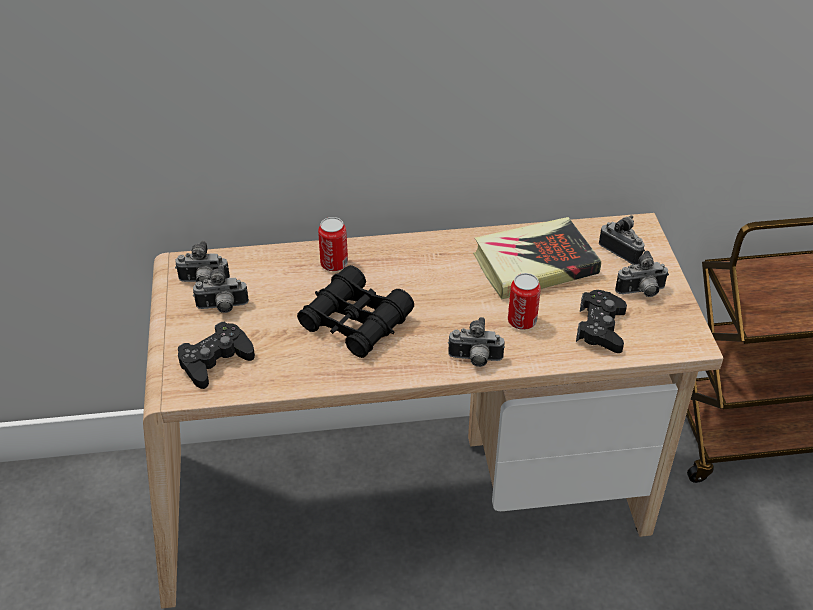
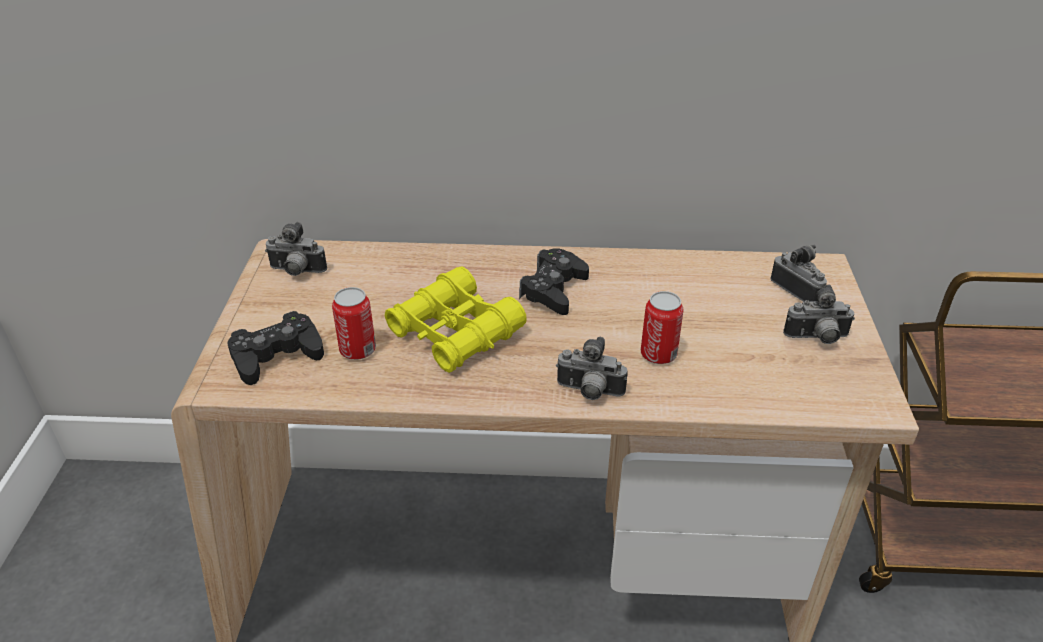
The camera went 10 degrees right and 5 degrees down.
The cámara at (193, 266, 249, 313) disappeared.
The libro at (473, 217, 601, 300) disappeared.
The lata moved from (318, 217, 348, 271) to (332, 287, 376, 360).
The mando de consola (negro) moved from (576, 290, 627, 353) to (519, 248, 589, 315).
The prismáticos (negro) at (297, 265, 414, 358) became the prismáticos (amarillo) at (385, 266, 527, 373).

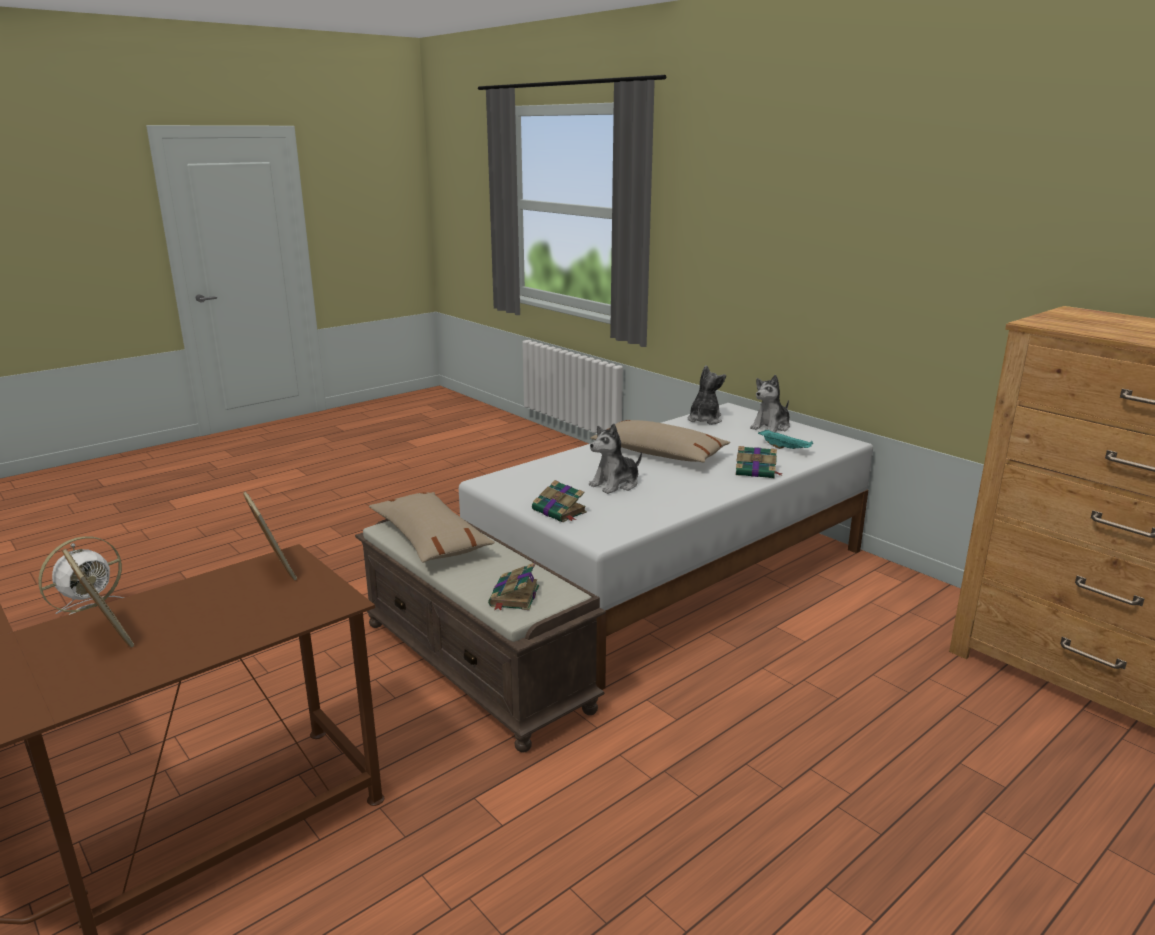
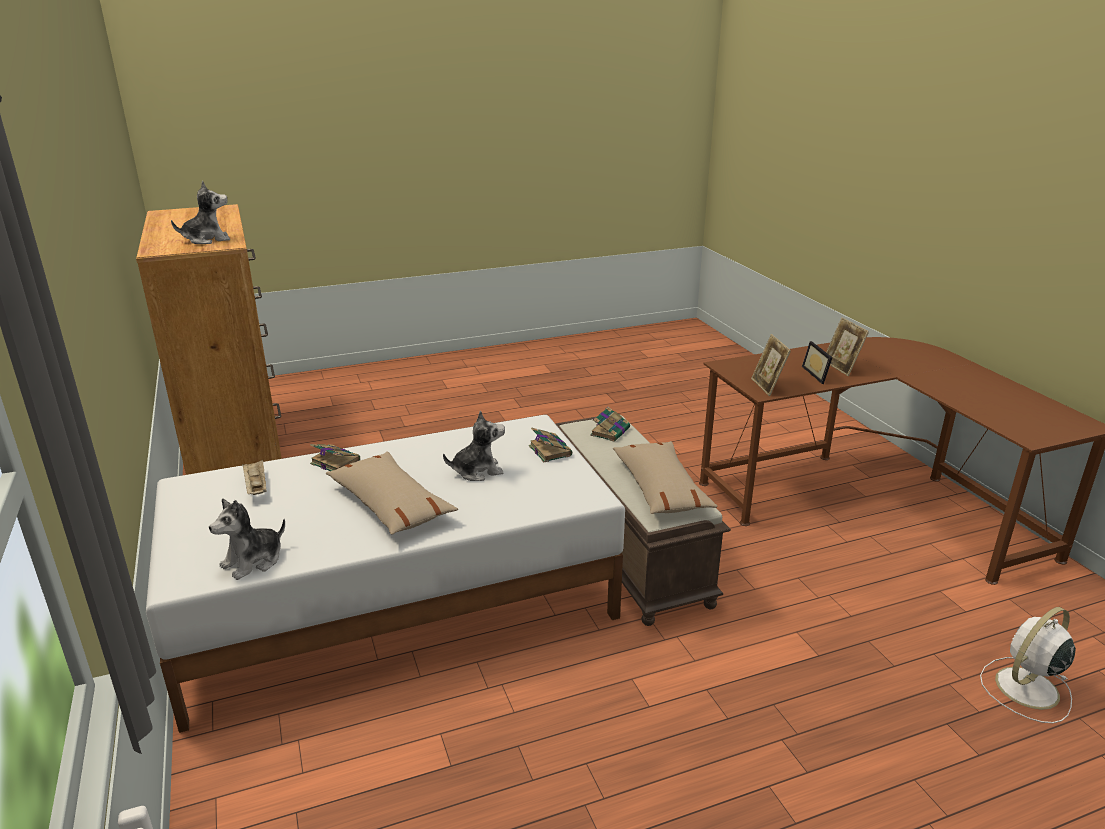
The camera went 160 degrees left and 5 degrees up.
The portarretratos at (802, 341, 833, 384) appeared.
The peluche moved from (750, 375, 790, 432) to (171, 181, 230, 244).
The bandeja (turquesa) at (758, 430, 813, 449) became the bandeja (beis) at (242, 460, 266, 495).

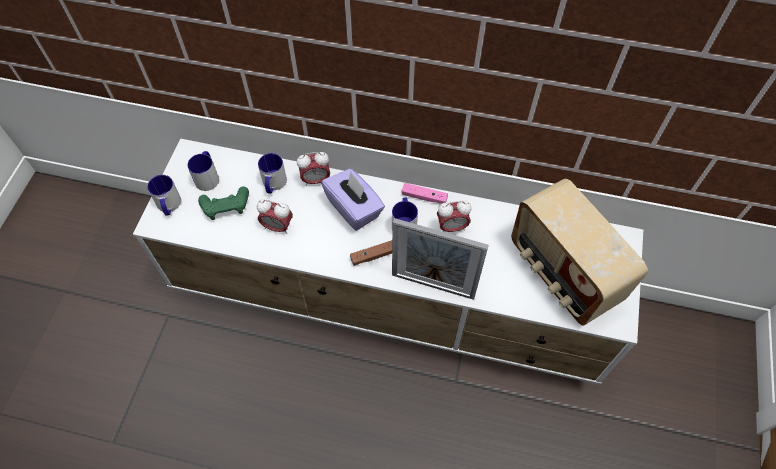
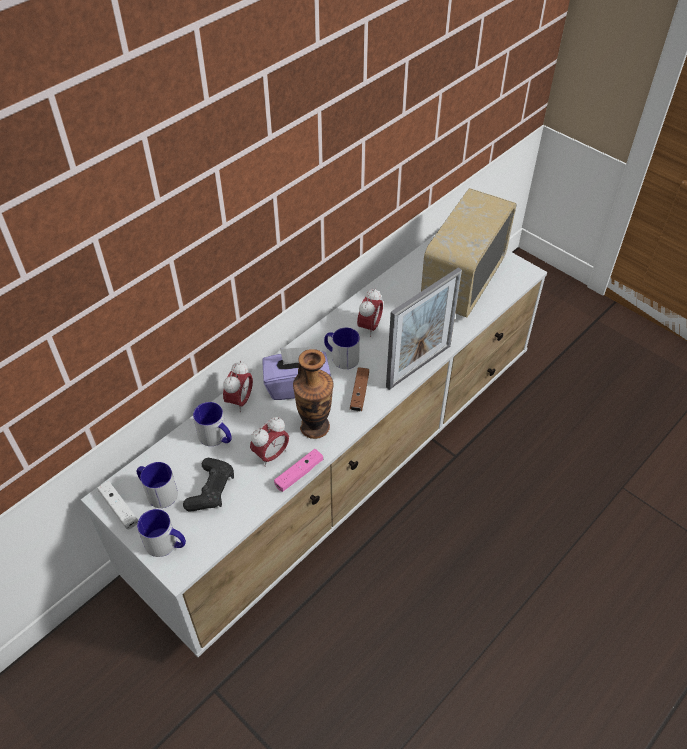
The camera went 60 degrees left and 10 degrees down.
The mando de consola (blanco) at (97, 481, 138, 529) appeared.
The florero at (293, 349, 334, 439) appeared.
The mando de consola (rosa) moved from (402, 183, 448, 204) to (274, 449, 323, 492).
The mando de consola (verde) at (198, 186, 249, 220) became the mando de consola (negro) at (183, 458, 234, 512).
The radio at (511, 179, 648, 326) turned 120 degrees clockwise.

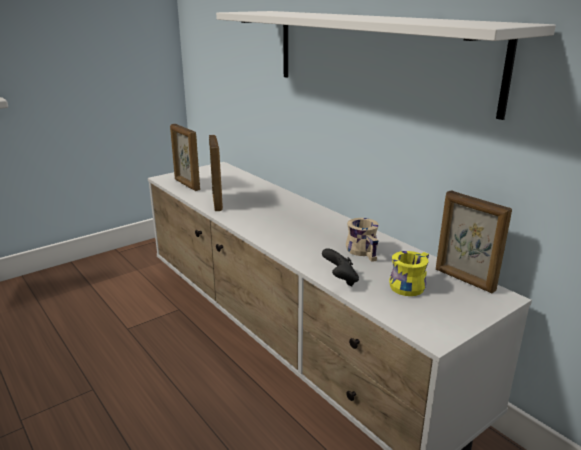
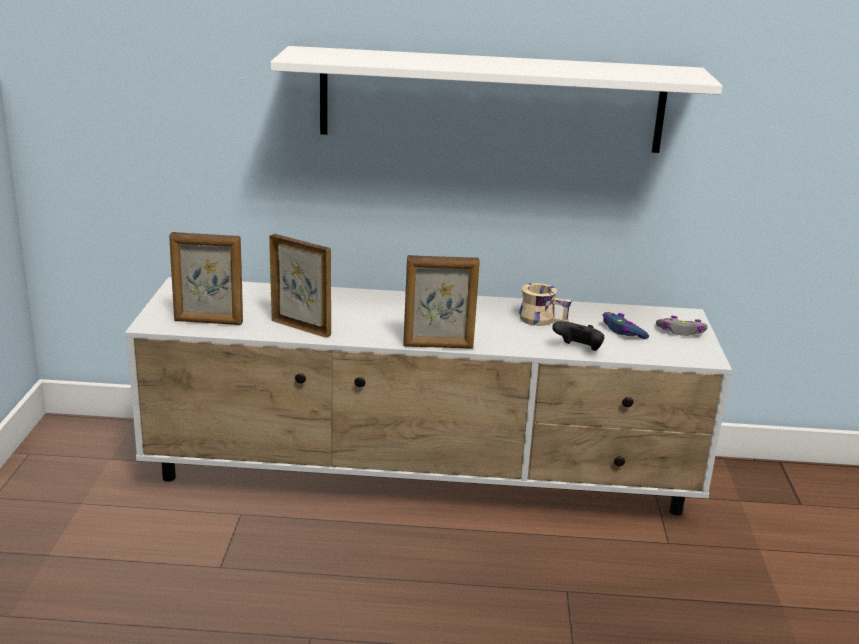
The camera went 50 degrees left and 0 degrees up.
The mando de consola (gris) at (656, 316, 708, 336) appeared.
The portarretratos moved from (436, 191, 512, 293) to (403, 255, 480, 349).
The taza grande (amarillo) at (389, 251, 429, 296) was replaced by the mando de consola (azul) at (603, 312, 649, 339).

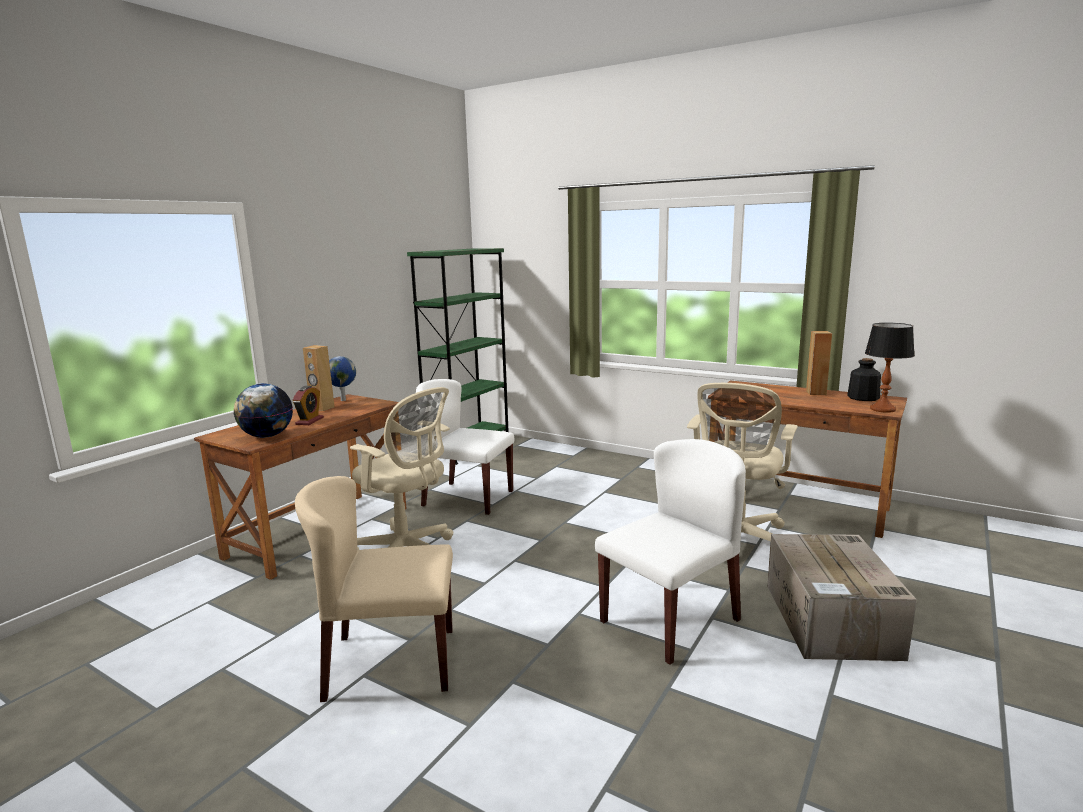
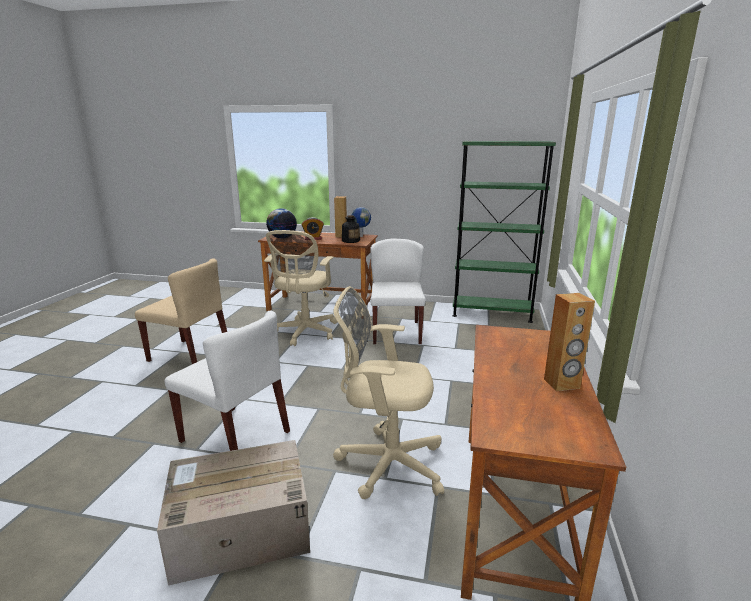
The camera went 70 degrees right and 5 degrees up.
The lámpara de mesa at (865, 323, 915, 413) disappeared.
The botella moved from (847, 358, 881, 401) to (342, 215, 360, 243).
The silla (beis) at (295, 476, 453, 702) turned 135 degrees clockwise.

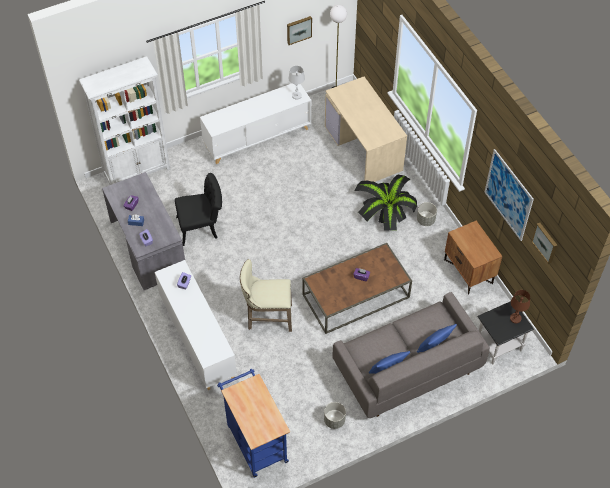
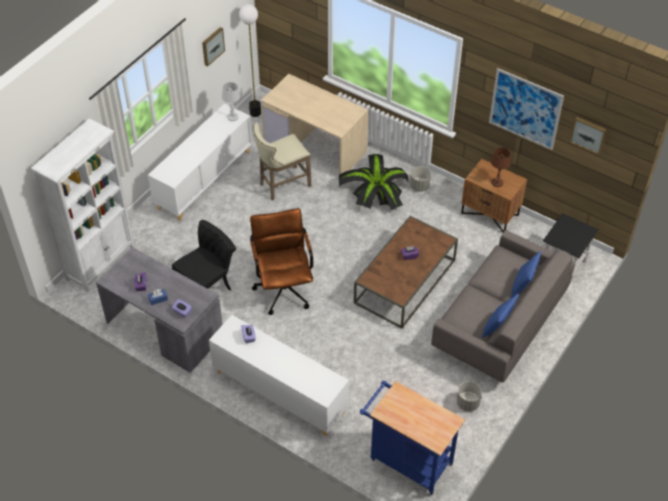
The camera went 30 degrees left and 5 degrees down.
The silla de oficina (marrón) at (250, 208, 313, 315) appeared.
The taburete (beis) moved from (240, 259, 292, 332) to (253, 123, 311, 200).
The lámpara de mesa (marrón) moved from (510, 290, 530, 323) to (491, 147, 511, 187).

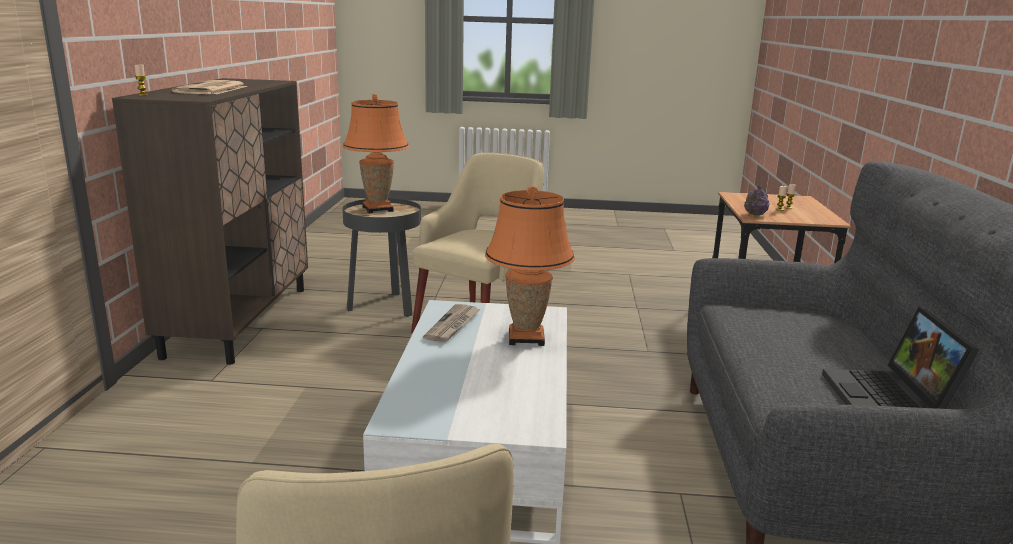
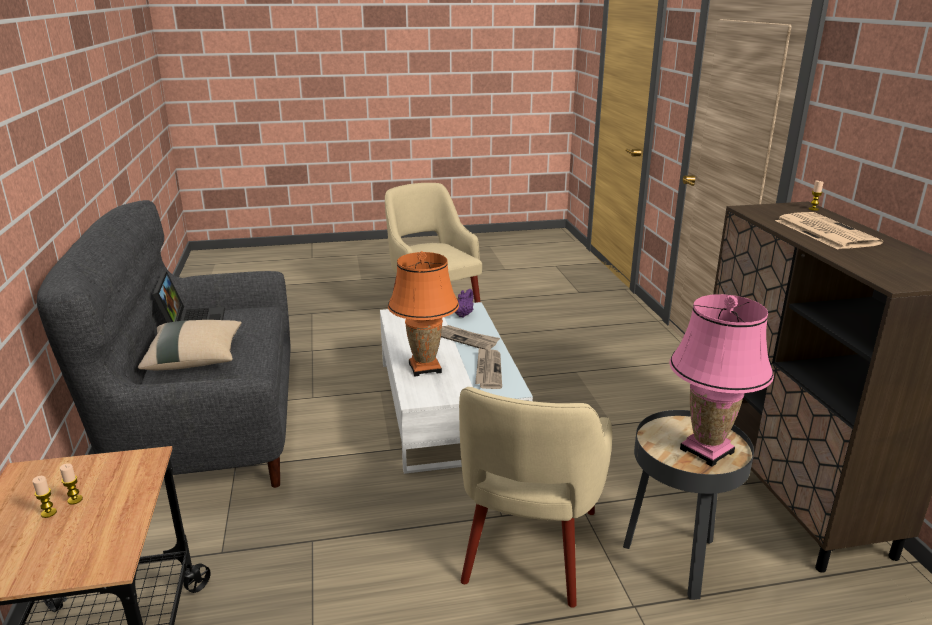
The camera went 165 degrees right and 5 degrees up.
The cojín (beis) at (138, 320, 242, 370) appeared.
The periódico at (441, 325, 500, 349) appeared.
The tetera (morado) moved from (744, 185, 769, 216) to (455, 289, 474, 318).
The lámpara de mesa (naranja) at (343, 94, 409, 213) became the lámpara de mesa (rosa) at (669, 294, 774, 467).

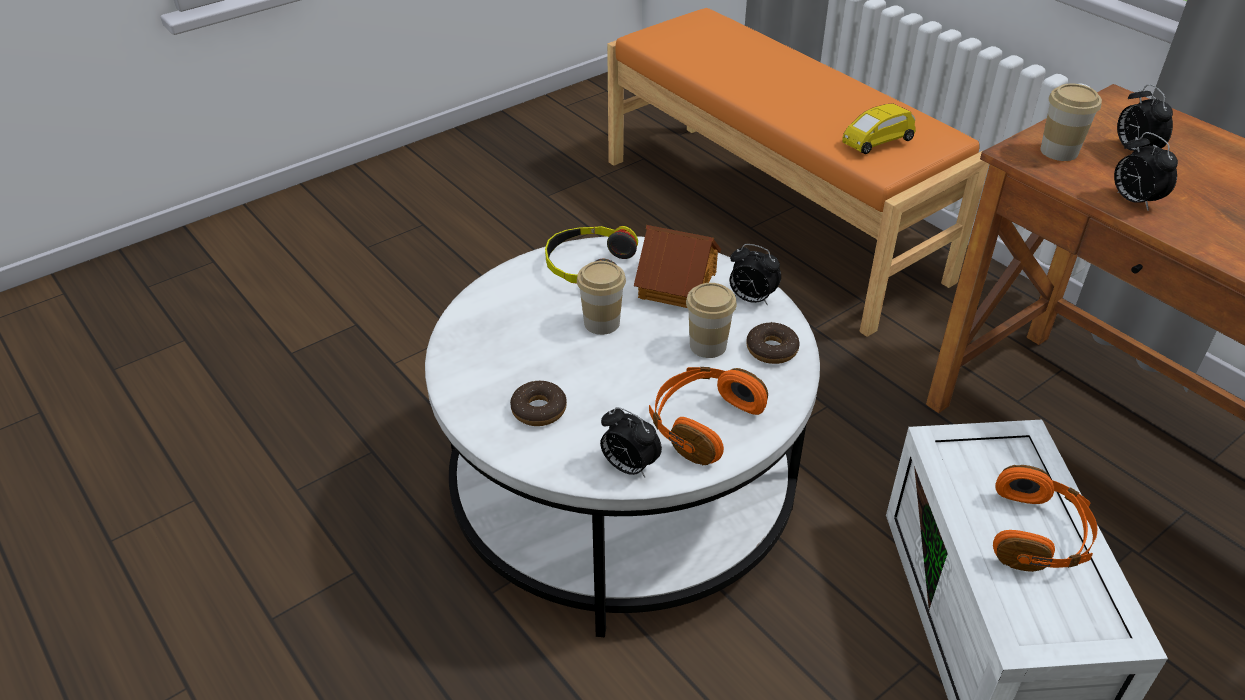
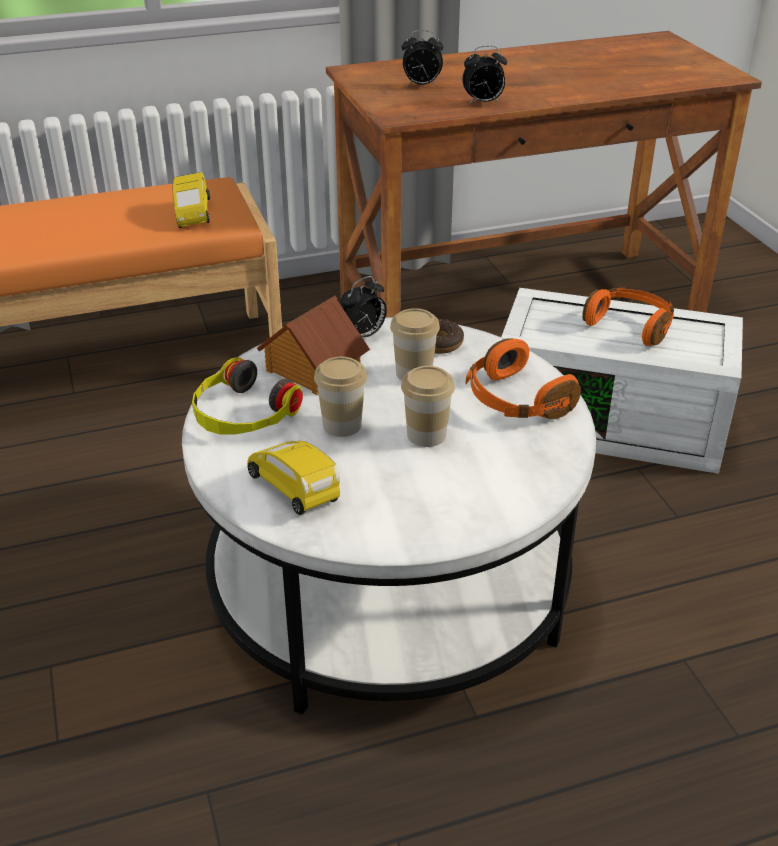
The camera went 70 degrees left and 5 degrees down.
The rosquilla at (510, 381, 567, 426) disappeared.
The despertador at (600, 407, 662, 477) disappeared.
The coche de juguete (amarillo) at (247, 441, 340, 515) appeared.
The taza moved from (1041, 84, 1102, 161) to (401, 366, 455, 447).

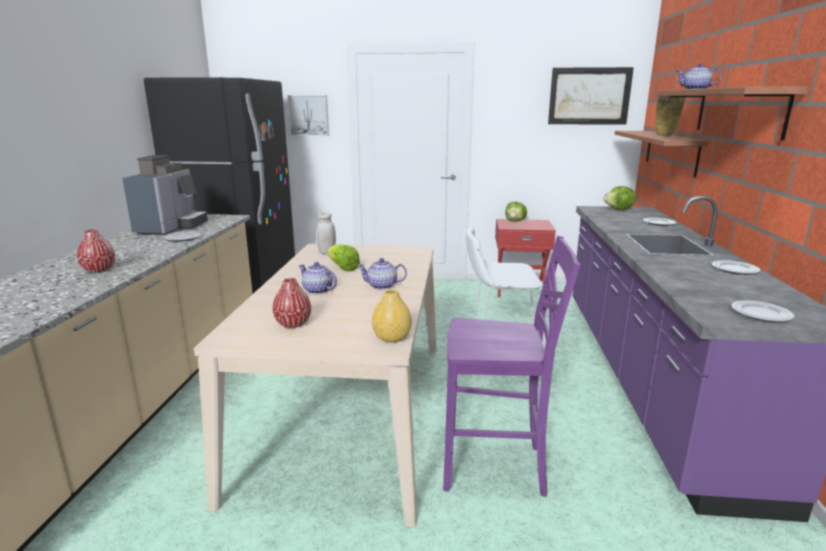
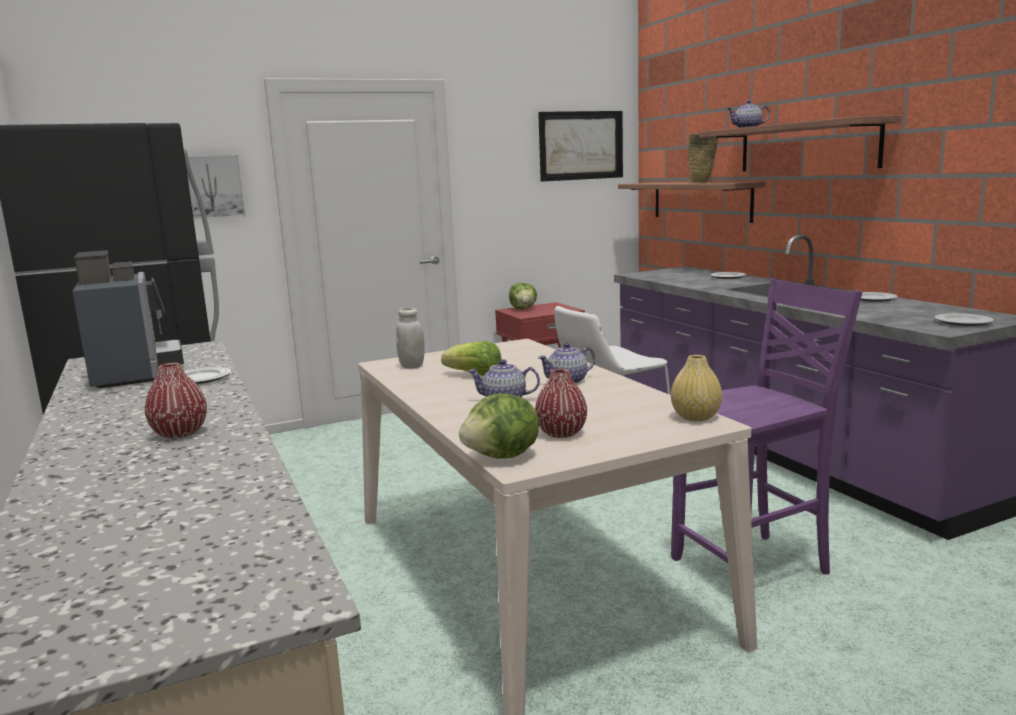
The camera went 30 degrees left and 5 degrees down.
The lechuga moved from (603, 186, 636, 210) to (459, 393, 539, 458).

